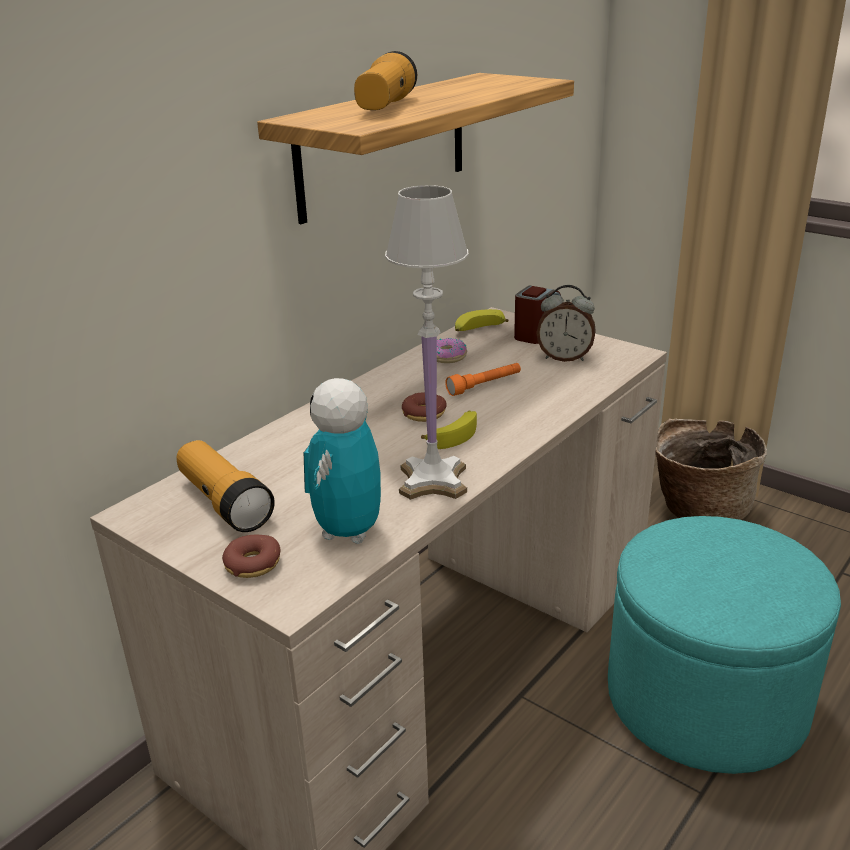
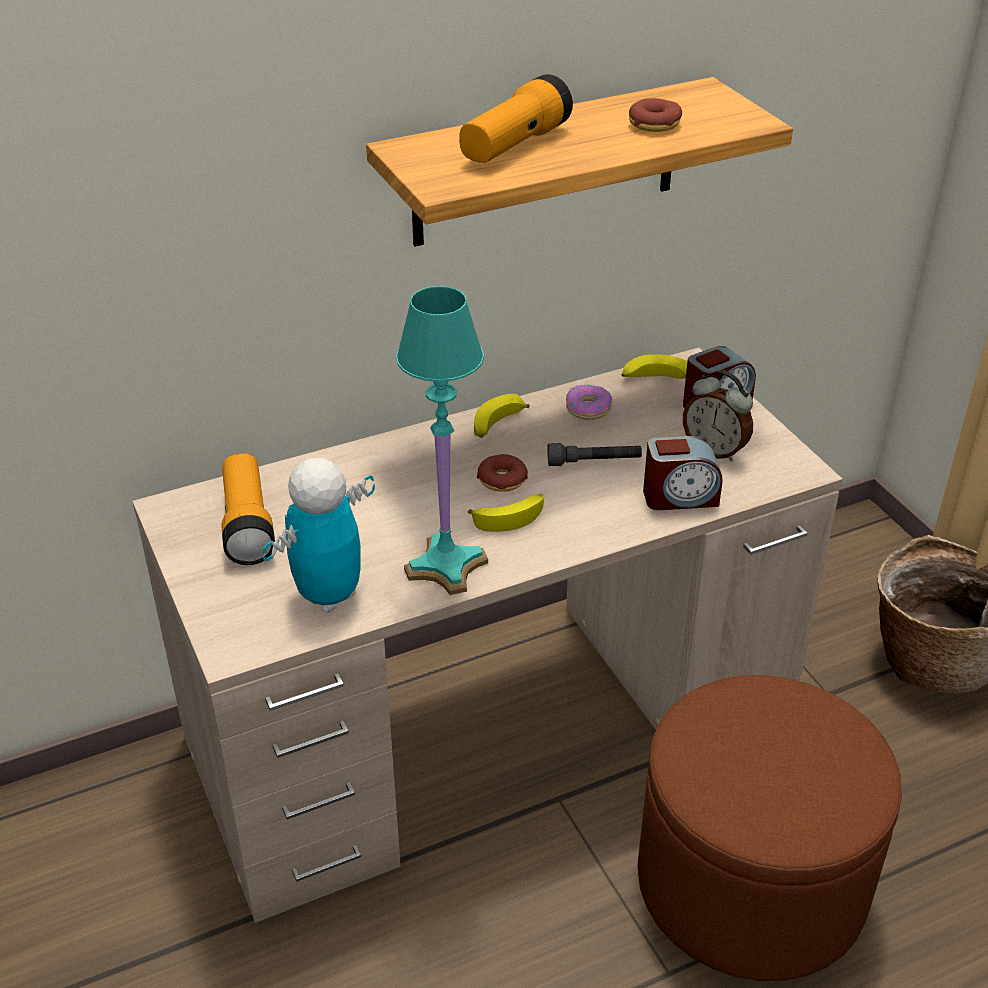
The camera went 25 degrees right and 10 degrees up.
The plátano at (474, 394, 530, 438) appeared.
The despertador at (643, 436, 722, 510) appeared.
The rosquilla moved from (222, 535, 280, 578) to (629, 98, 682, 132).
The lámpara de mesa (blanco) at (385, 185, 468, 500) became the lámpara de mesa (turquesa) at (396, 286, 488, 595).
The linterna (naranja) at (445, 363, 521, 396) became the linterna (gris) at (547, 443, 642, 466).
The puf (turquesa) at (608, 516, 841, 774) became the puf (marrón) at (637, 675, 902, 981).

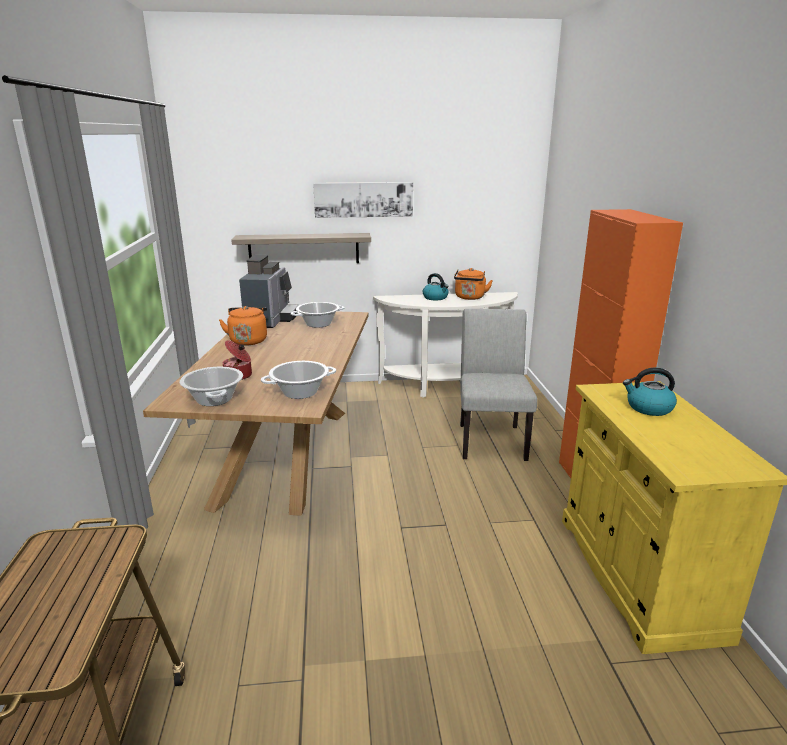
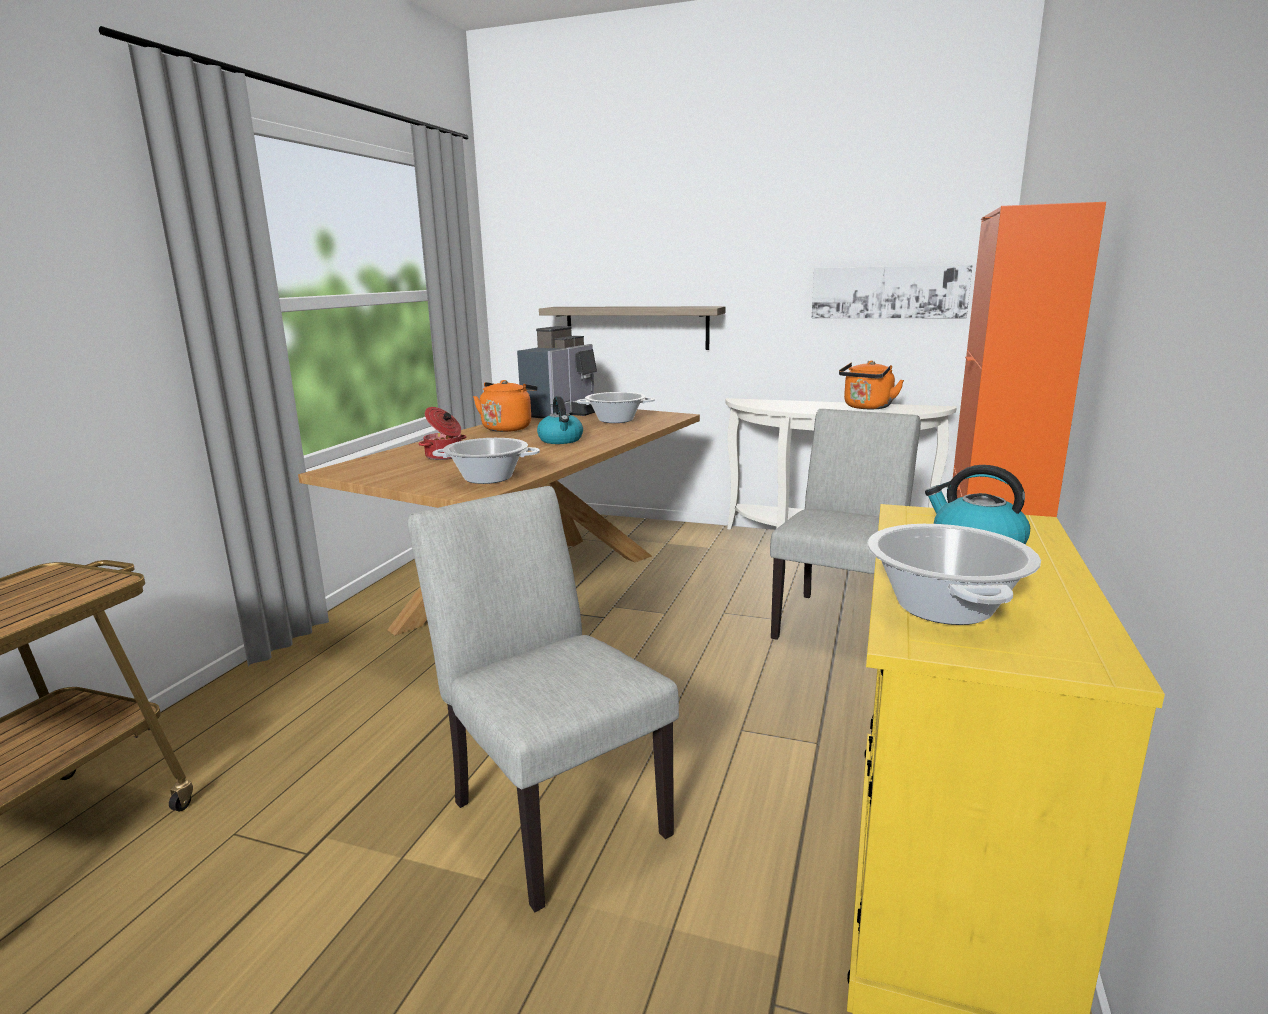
The camera went 25 degrees right and 5 degrees down.
The silla (gris) at (408, 486, 679, 912) appeared.
The olla moved from (180, 367, 243, 406) to (867, 524, 1041, 625).
The cuadro moved from (313, 182, 413, 218) to (812, 265, 972, 318).
The hervidor moved from (423, 273, 449, 300) to (537, 396, 583, 444).

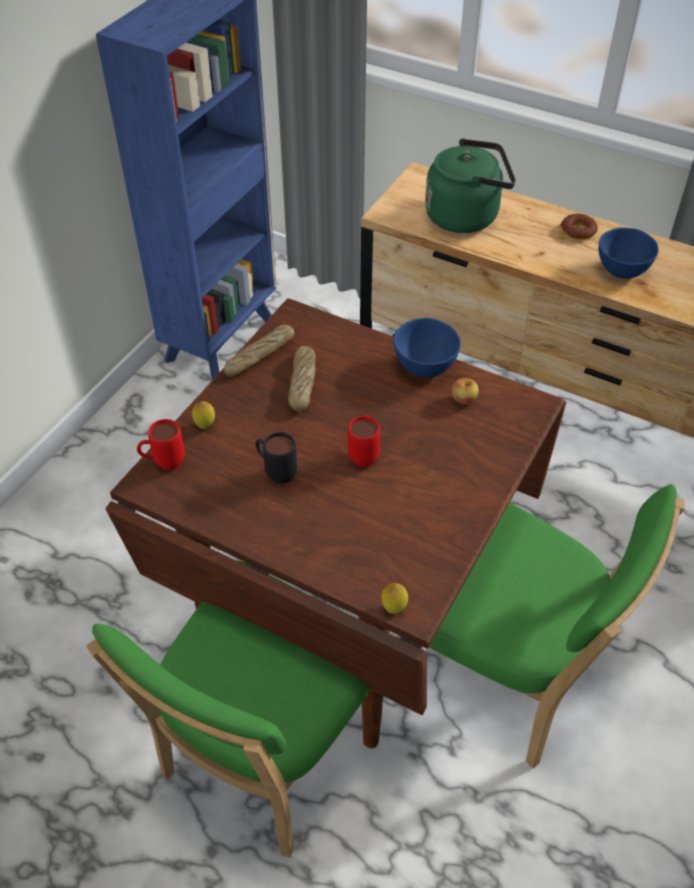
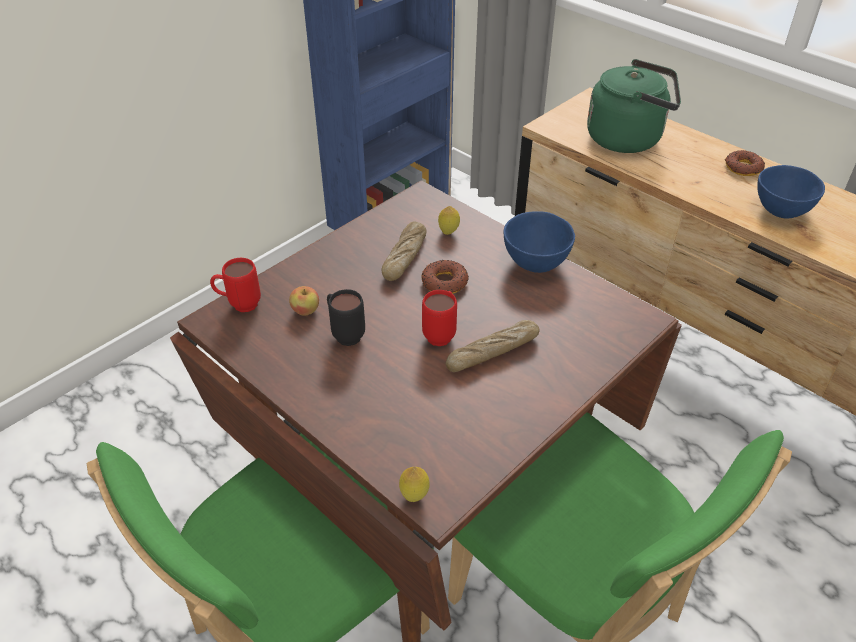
The camera went 15 degrees right and 5 degrees down.
The rosquilla at (422, 260, 469, 294) appeared.
The limón moved from (192, 401, 215, 429) to (438, 206, 460, 235).
The pan moved from (224, 325, 295, 377) to (445, 320, 539, 372).
The manzana moved from (452, 378, 479, 405) to (289, 286, 319, 315).

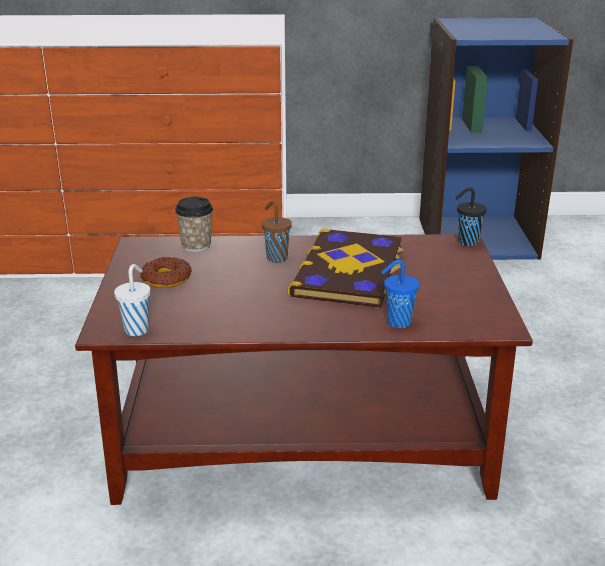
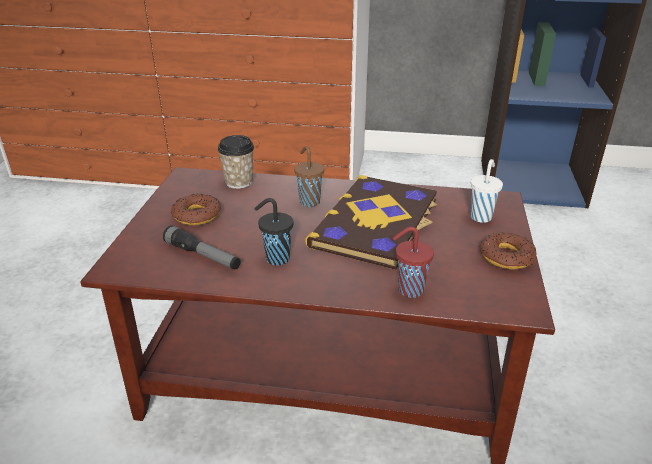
The camera went 10 degrees right and 5 degrees up.
The linterna at (163, 225, 241, 270) appeared.
The rosquilla at (480, 232, 536, 270) appeared.
The taza (blanco) moved from (114, 264, 150, 336) to (470, 159, 503, 223).
The taza (negro) moved from (455, 187, 487, 246) to (255, 198, 294, 266).
The taza (azul) at (381, 260, 419, 328) became the taza (rojo) at (393, 227, 434, 298).

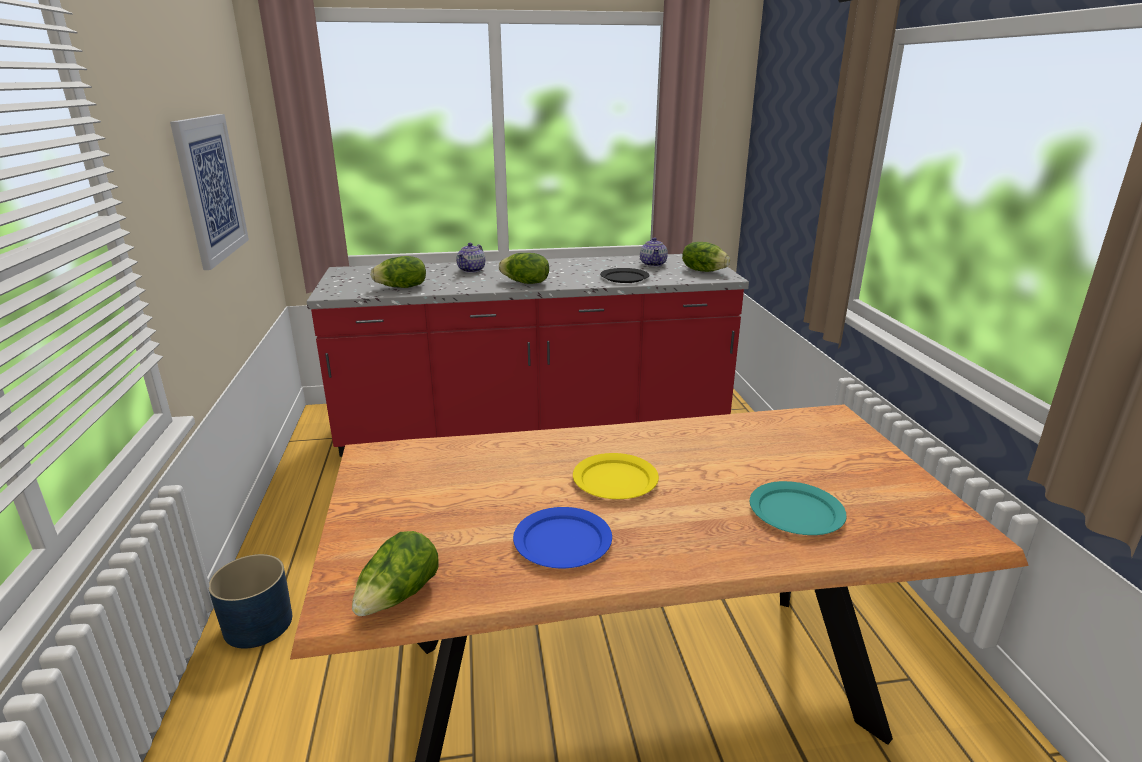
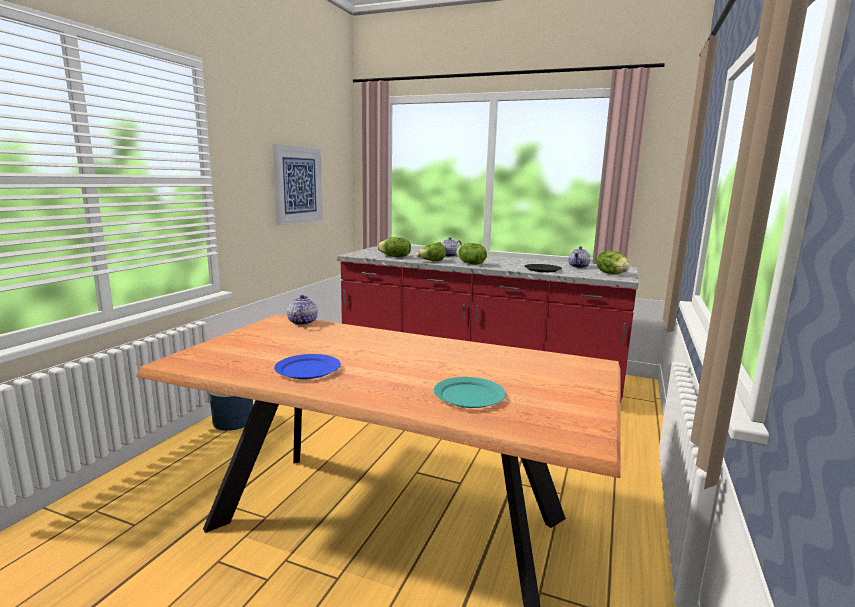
The camera went 30 degrees right and 10 degrees down.
The plato (amarillo) at (573, 453, 659, 499) disappeared.
The tetera at (287, 295, 317, 325) appeared.
The lechuga moved from (352, 531, 439, 616) to (416, 243, 446, 261).

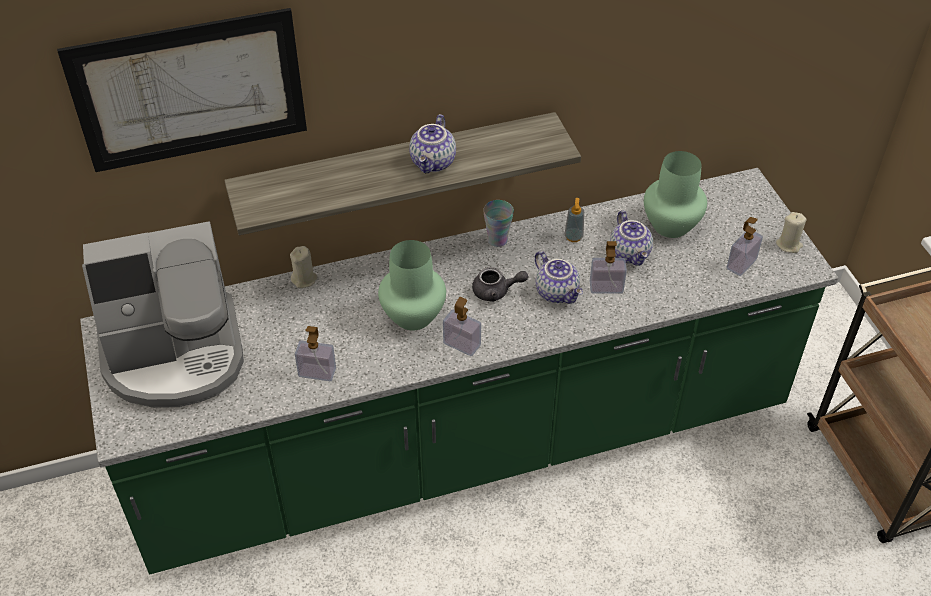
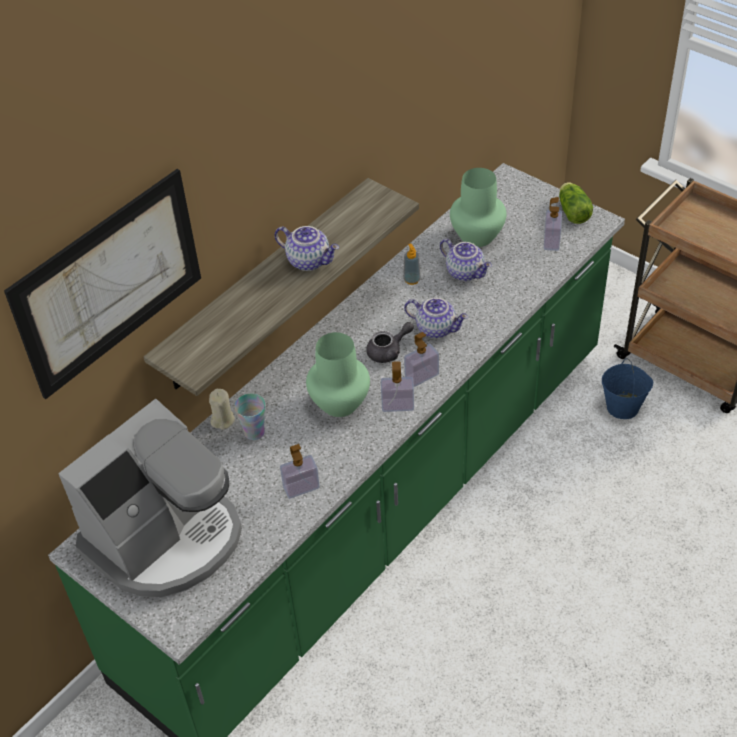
The camera went 30 degrees left and 0 degrees up.
The cubo (azul) at (602, 358, 653, 419) appeared.
The taza moved from (483, 200, 514, 247) to (234, 393, 265, 440).
The dispensador de jabón moved from (590, 241, 627, 294) to (404, 332, 439, 387).
The vela (beis) at (776, 212, 806, 253) was replaced by the lechuga at (559, 182, 593, 224).
The tetera at (409, 114, 456, 173) turned 45 degrees counterclockwise.

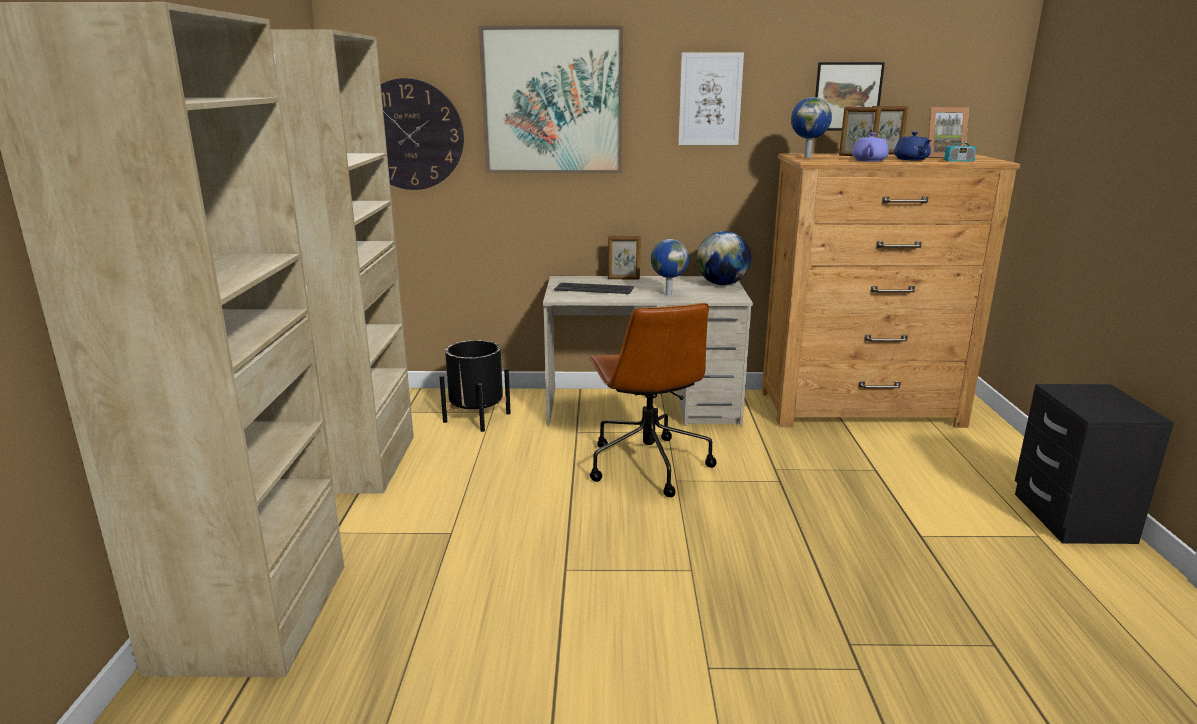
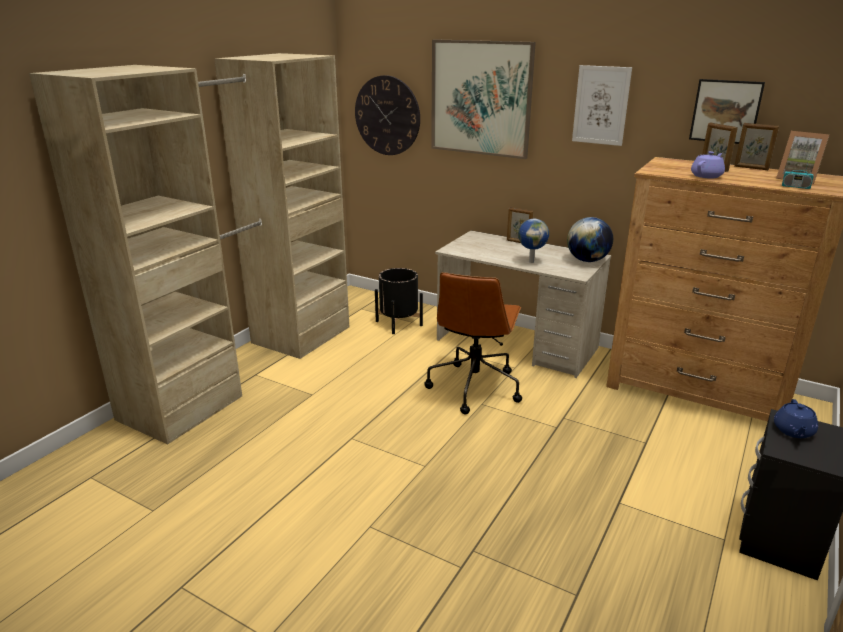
The camera went 30 degrees right and 5 degrees up.
The teclado at (554, 283, 634, 294) disappeared.
The globo terráqueo at (791, 97, 832, 158) disappeared.
The tetera (azul) moved from (894, 132, 931, 160) to (774, 399, 818, 438).

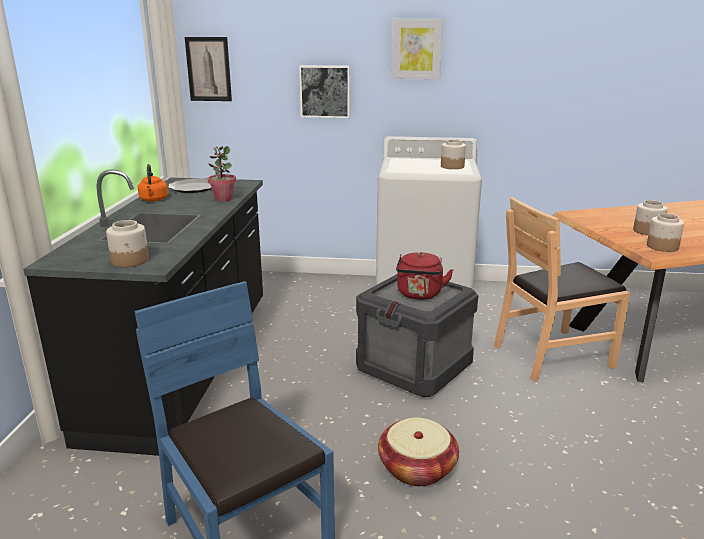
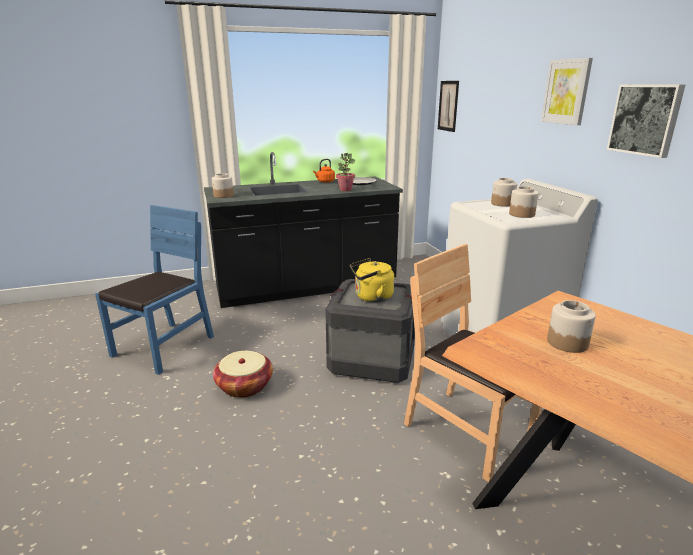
The camera went 65 degrees right and 0 degrees up.
The cuadro moved from (299, 65, 350, 118) to (607, 84, 686, 158).
The tarro moved from (647, 214, 684, 252) to (491, 178, 517, 207).
The hervidor (rojo) at (396, 252, 453, 300) became the hervidor (amarillo) at (350, 258, 394, 302).

